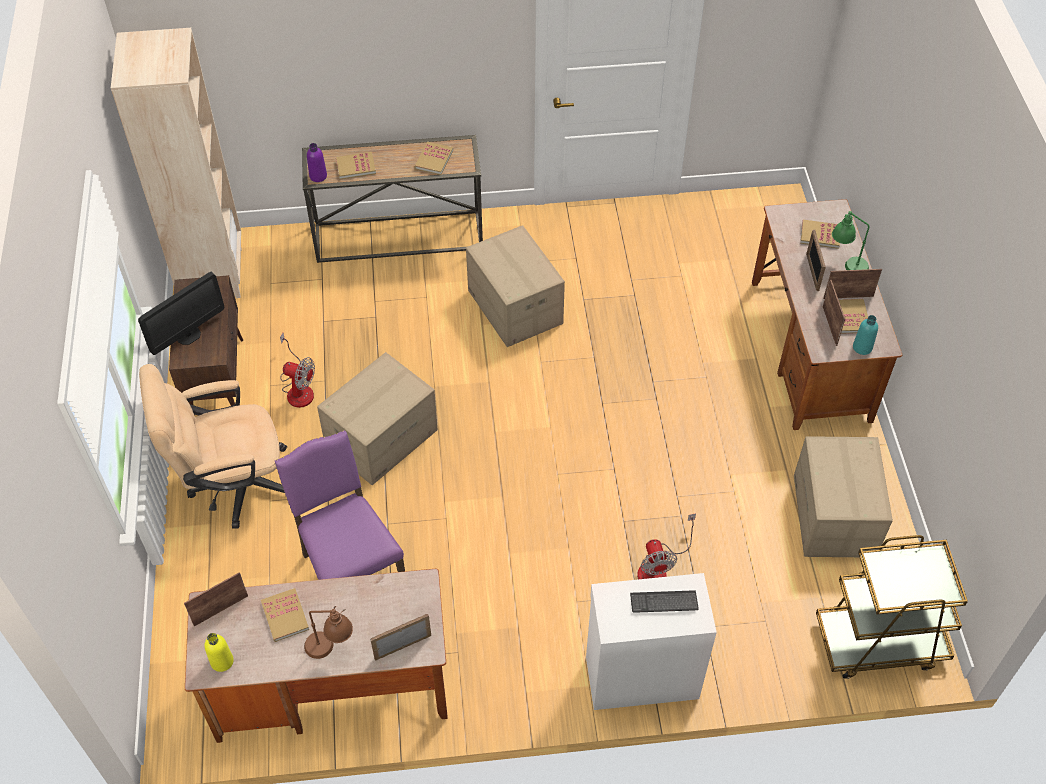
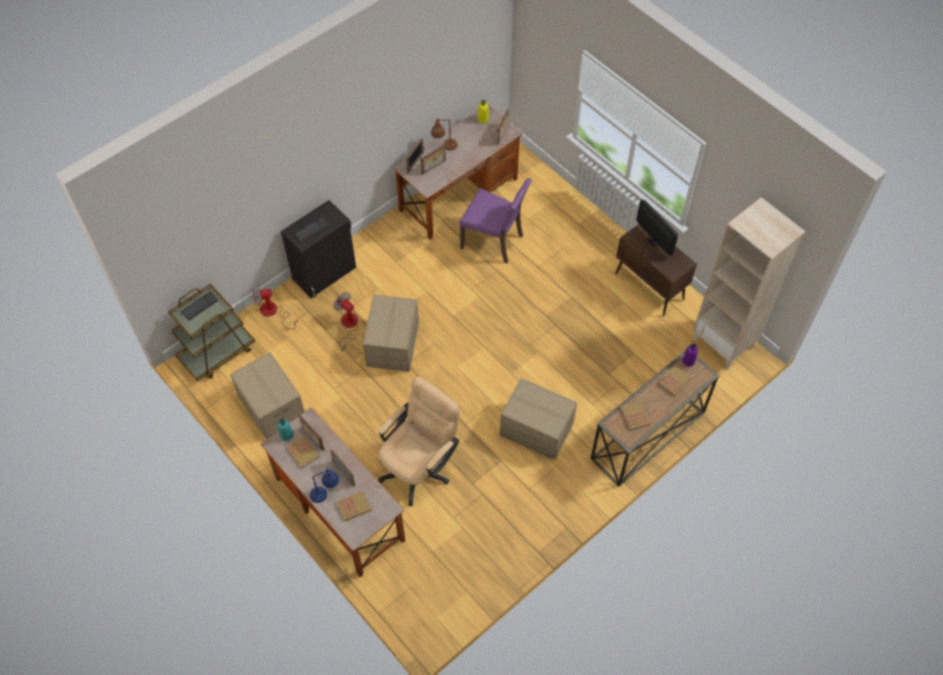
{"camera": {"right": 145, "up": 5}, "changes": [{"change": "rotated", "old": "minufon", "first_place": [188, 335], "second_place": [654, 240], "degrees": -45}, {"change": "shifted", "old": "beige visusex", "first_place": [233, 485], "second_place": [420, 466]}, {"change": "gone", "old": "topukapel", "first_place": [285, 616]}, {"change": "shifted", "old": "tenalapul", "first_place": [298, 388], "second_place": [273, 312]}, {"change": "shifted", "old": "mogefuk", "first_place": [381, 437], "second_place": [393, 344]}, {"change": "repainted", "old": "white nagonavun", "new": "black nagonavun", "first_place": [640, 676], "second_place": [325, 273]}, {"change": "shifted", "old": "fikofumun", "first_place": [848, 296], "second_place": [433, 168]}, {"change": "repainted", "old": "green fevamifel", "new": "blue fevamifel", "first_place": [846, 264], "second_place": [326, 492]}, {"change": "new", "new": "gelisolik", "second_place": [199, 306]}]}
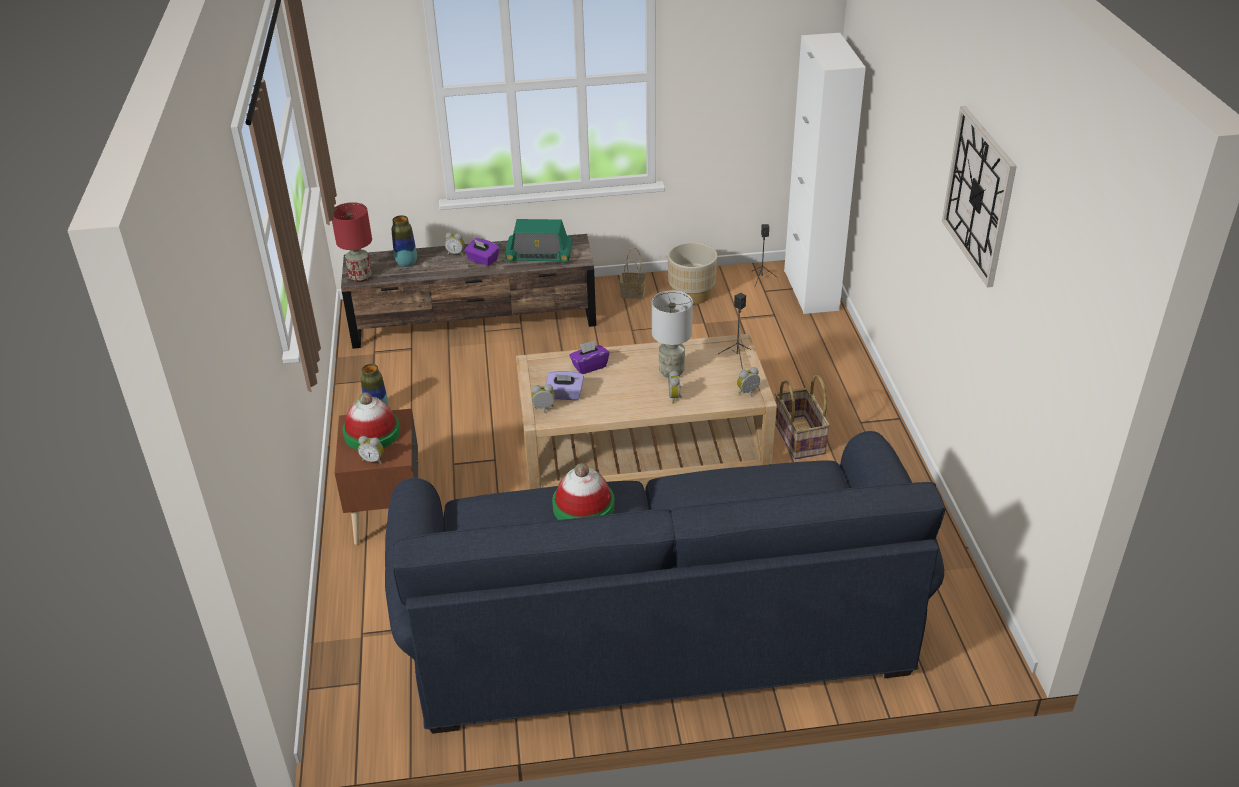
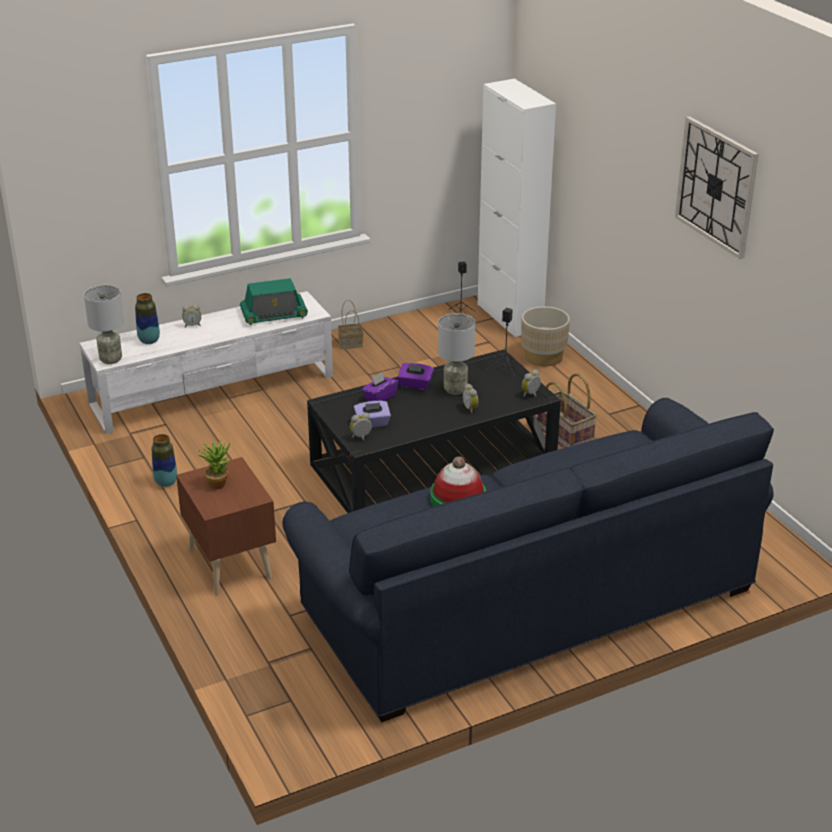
{"camera": {"right": -20, "up": -5}, "changes": [{"change": "repainted", "old": "red fevamifel", "new": "grey fevamifel", "first_place": [360, 277], "second_place": [110, 359]}, {"change": "repainted", "old": "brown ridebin", "new": "white ridebin", "first_place": [475, 320], "second_place": [214, 390]}, {"change": "swapped", "old": "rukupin", "new": "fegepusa", "first_place": [372, 433], "second_place": [218, 482]}, {"change": "gone", "old": "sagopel", "first_place": [373, 460]}, {"change": "shifted", "old": "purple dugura", "first_place": [482, 260], "second_place": [415, 385]}, {"change": "repainted", "old": "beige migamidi", "new": "black migamidi", "first_place": [643, 446], "second_place": [434, 465]}, {"change": "shifted", "old": "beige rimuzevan", "first_place": [691, 294], "second_place": [543, 357]}]}
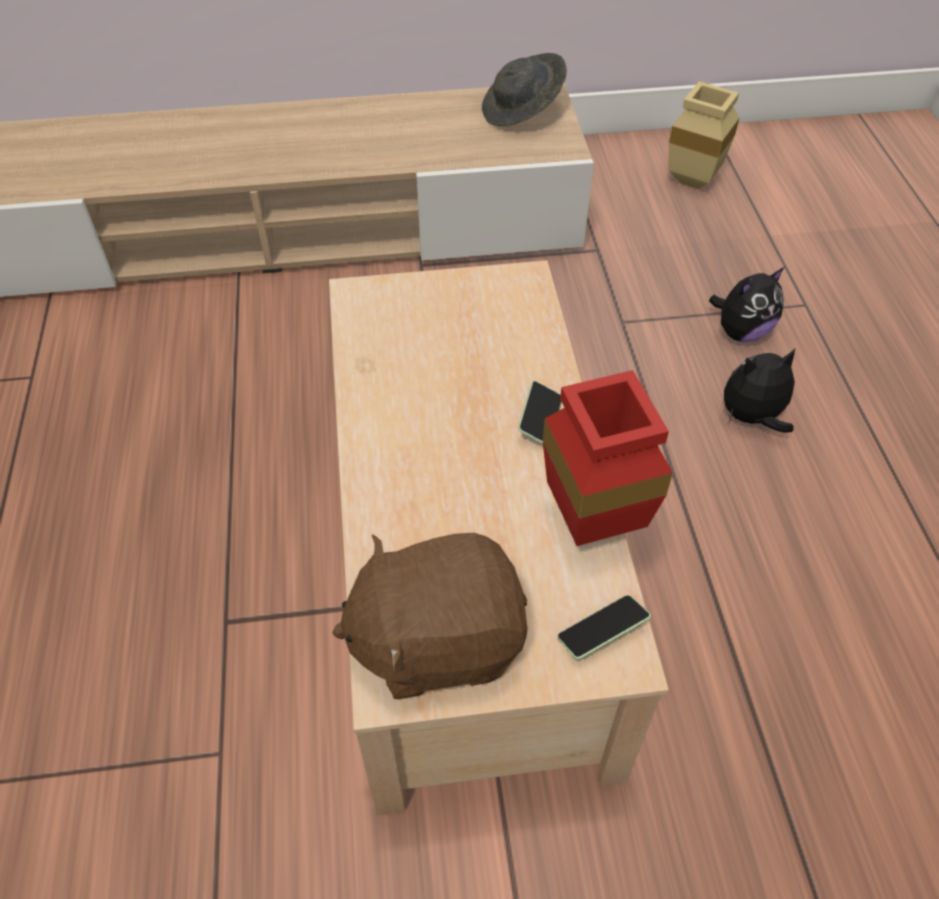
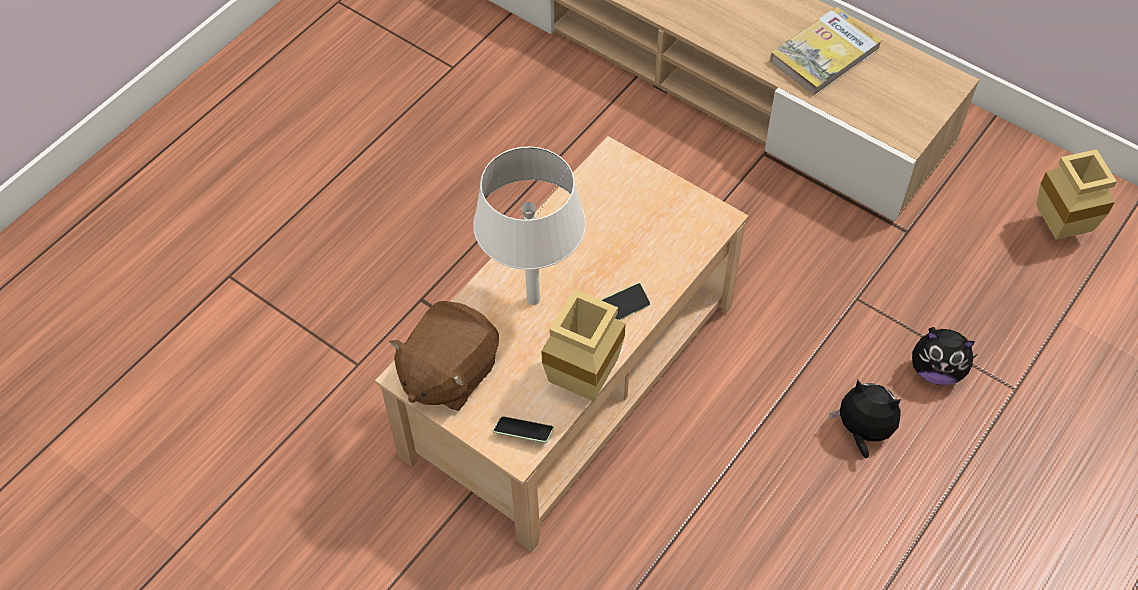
{"camera": {"right": 45, "up": 5}, "changes": [{"change": "rotated", "old": "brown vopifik", "first_place": [437, 640], "second_place": [448, 373], "degrees": -90}, {"change": "gone", "old": "grey rukupin", "first_place": [522, 111]}, {"change": "repainted", "old": "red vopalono", "new": "beige vopalono", "first_place": [598, 525], "second_place": [584, 385]}, {"change": "new", "new": "white fevamifel", "second_place": [533, 299]}, {"change": "new", "new": "topukapel", "second_place": [825, 55]}]}
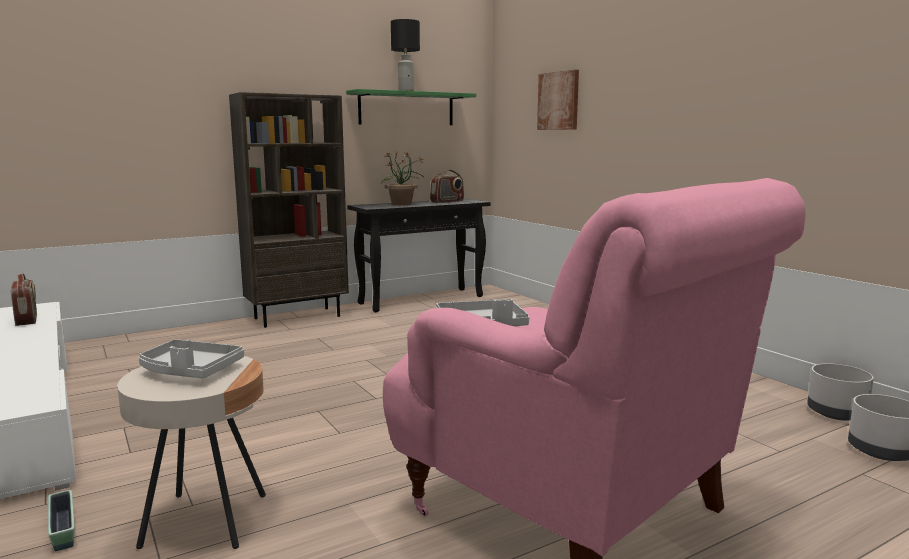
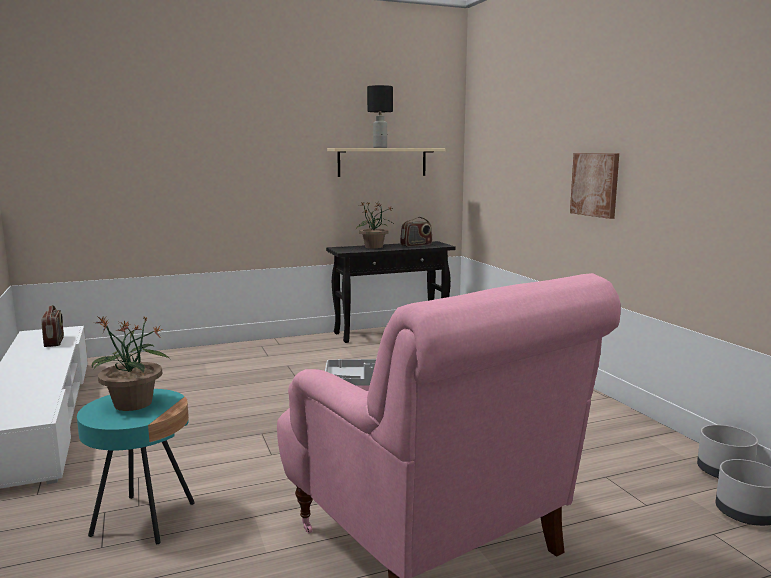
{"camera": {"right": 10, "up": 0}, "changes": [{"change": "gone", "old": "rimuzevan", "first_place": [63, 530]}, {"change": "repainted", "old": "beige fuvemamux", "new": "turquoise fuvemamux", "first_place": [205, 520], "second_place": [143, 519]}, {"change": "swapped", "old": "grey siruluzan", "new": "fegepusa", "first_place": [190, 371], "second_place": [133, 404]}, {"change": "gone", "old": "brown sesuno", "first_place": [297, 317]}, {"change": "repainted", "old": "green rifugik", "new": "beige rifugik", "first_place": [406, 108], "second_place": [382, 162]}, {"change": "shifted", "old": "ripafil", "first_place": [559, 101], "second_place": [595, 184]}]}
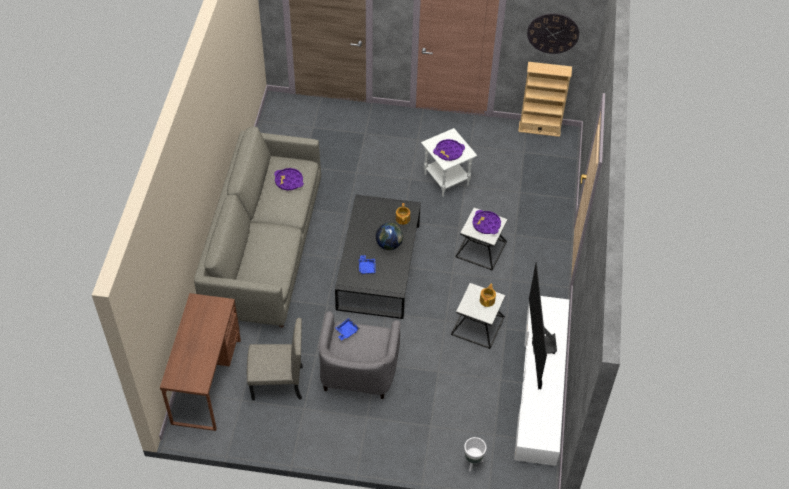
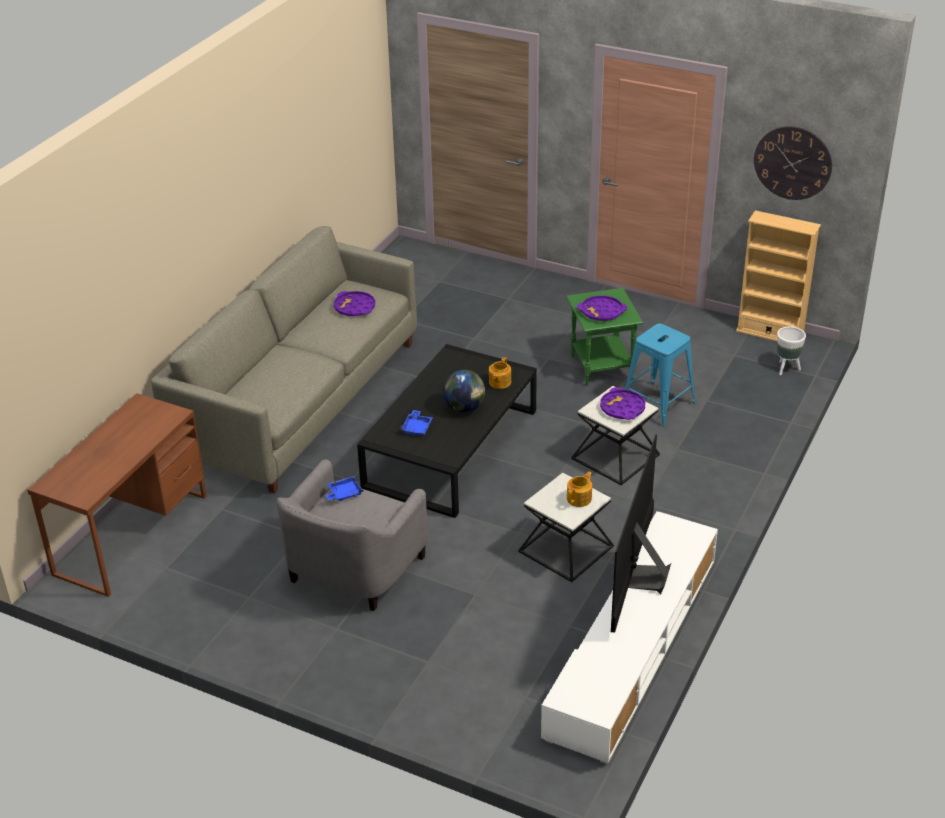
{"camera": {"right": 20, "up": -15}, "changes": [{"change": "gone", "old": "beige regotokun", "first_place": [277, 383]}, {"change": "repainted", "old": "white fuvemamux", "new": "green fuvemamux", "first_place": [446, 180], "second_place": [601, 368]}, {"change": "shifted", "old": "white rimuzevan", "first_place": [472, 462], "second_place": [786, 369]}, {"change": "new", "new": "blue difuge", "second_place": [658, 404]}]}
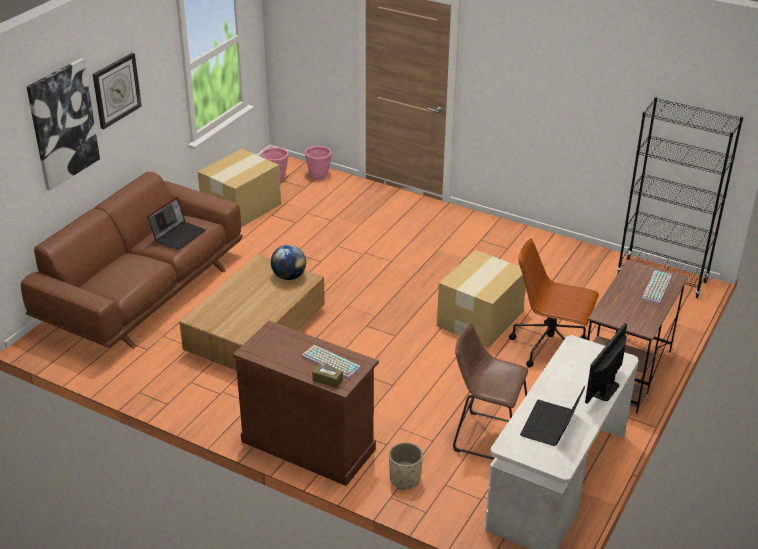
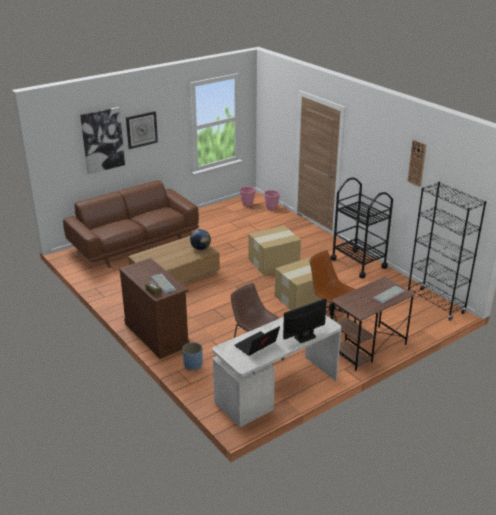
{"camera": {"right": 25, "up": -5}, "changes": [{"change": "gone", "old": "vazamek", "first_place": [178, 235]}, {"change": "shifted", "old": "mogefuk", "first_place": [242, 207], "second_place": [274, 263]}, {"change": "repainted", "old": "beige rimuzevan", "new": "blue rimuzevan", "first_place": [404, 479], "second_place": [193, 364]}, {"change": "new", "new": "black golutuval", "second_place": [358, 263]}, {"change": "new", "new": "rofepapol", "second_place": [417, 163]}]}
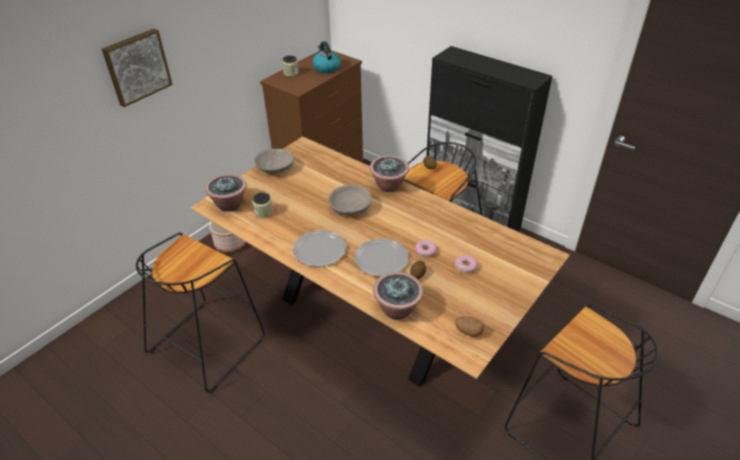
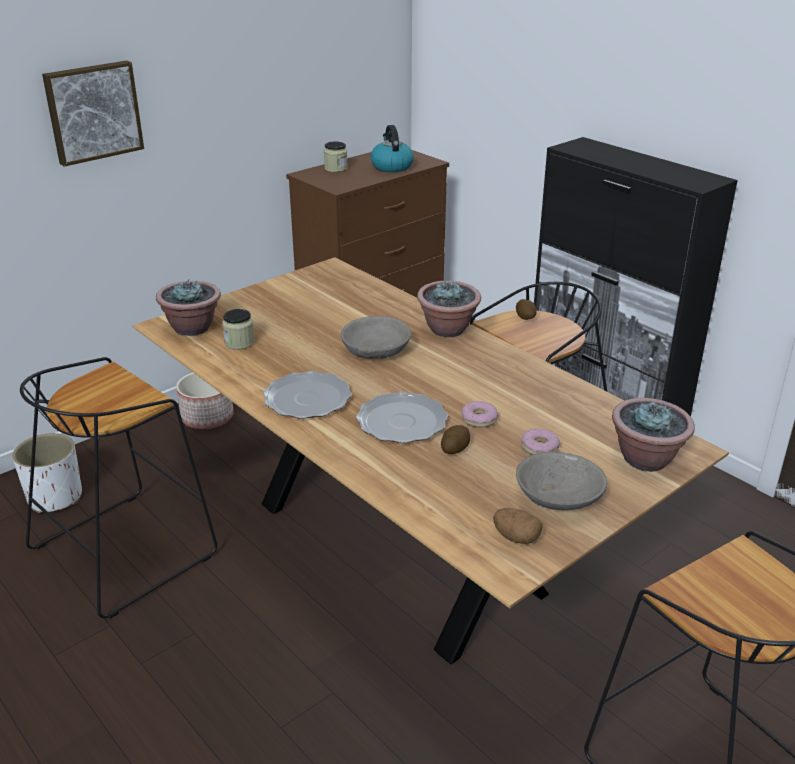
{"camera": {"right": 10, "up": -10}, "changes": [{"change": "shifted", "old": "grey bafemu", "first_place": [275, 168], "second_place": [558, 497]}, {"change": "shifted", "old": "fegepusa", "first_place": [397, 309], "second_place": [646, 459]}, {"change": "new", "new": "white rimuzevan", "second_place": [55, 497]}]}
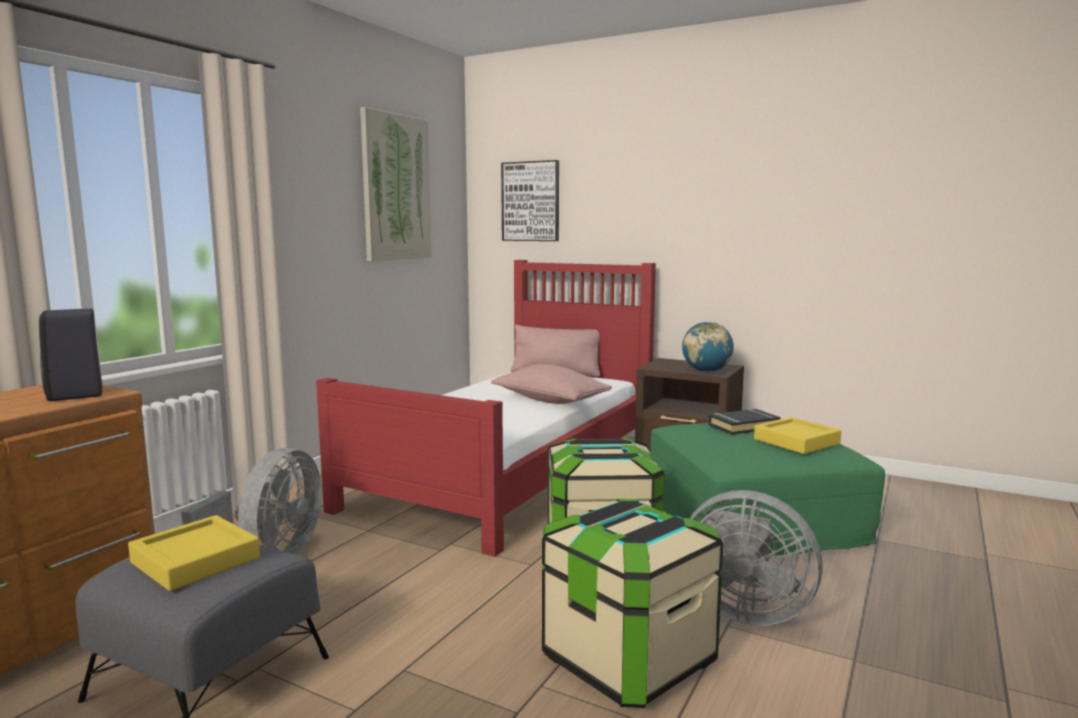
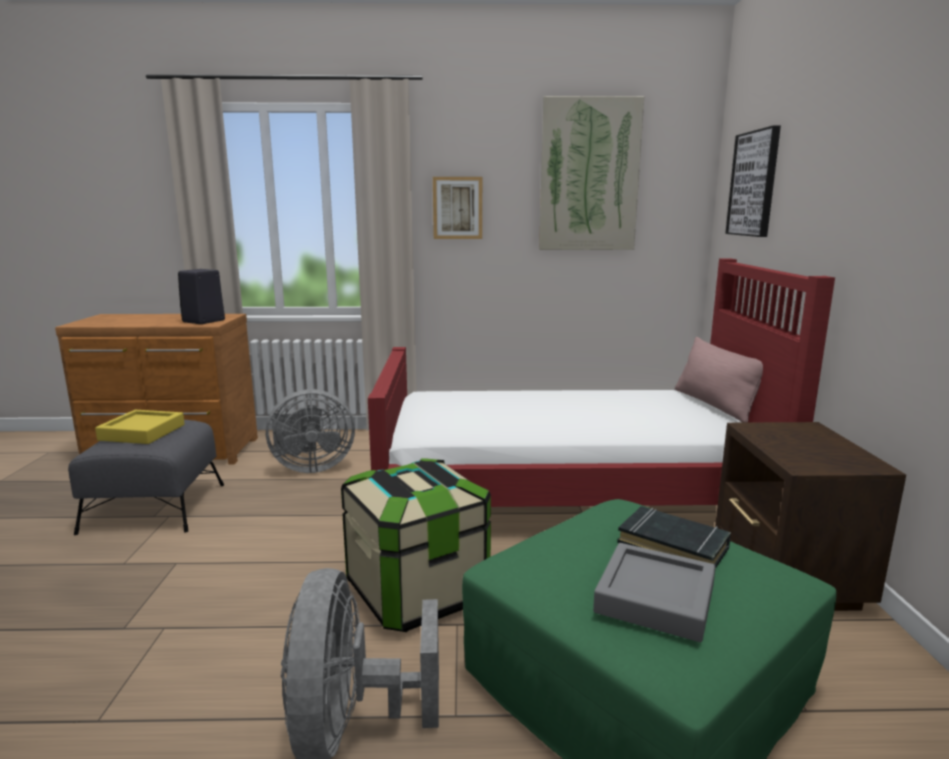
{"camera": {"right": 60, "up": 5}, "changes": [{"change": "gone", "old": "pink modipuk", "first_place": [550, 401]}, {"change": "gone", "old": "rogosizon", "first_place": [628, 660]}, {"change": "gone", "old": "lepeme", "first_place": [706, 371]}, {"change": "repainted", "old": "yellow siruluzan", "new": "grey siruluzan", "first_place": [796, 441], "second_place": [655, 598]}, {"change": "new", "new": "ripafil", "second_place": [457, 208]}]}
